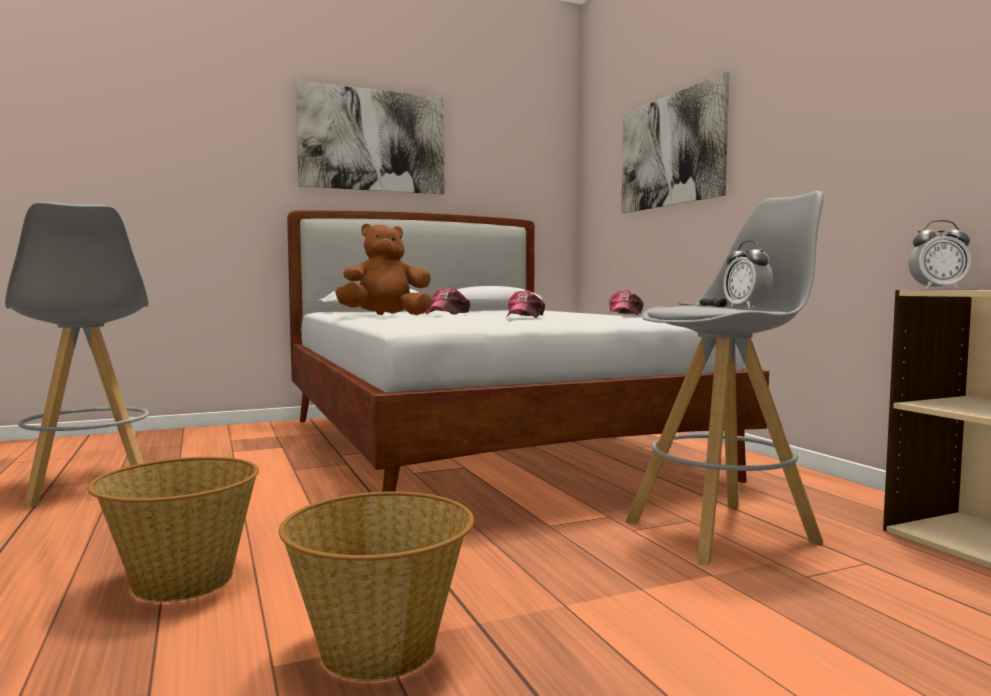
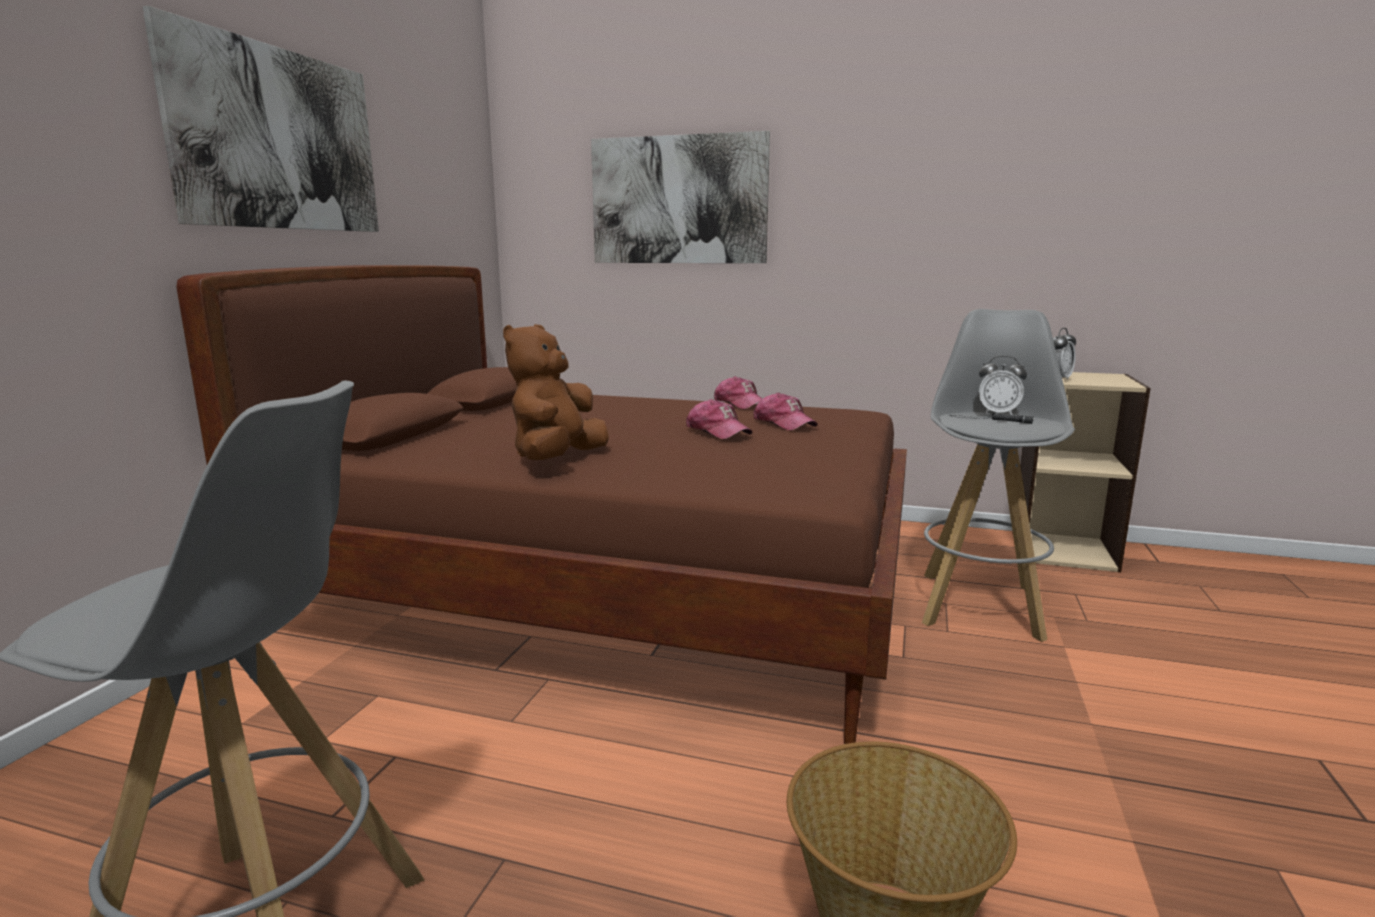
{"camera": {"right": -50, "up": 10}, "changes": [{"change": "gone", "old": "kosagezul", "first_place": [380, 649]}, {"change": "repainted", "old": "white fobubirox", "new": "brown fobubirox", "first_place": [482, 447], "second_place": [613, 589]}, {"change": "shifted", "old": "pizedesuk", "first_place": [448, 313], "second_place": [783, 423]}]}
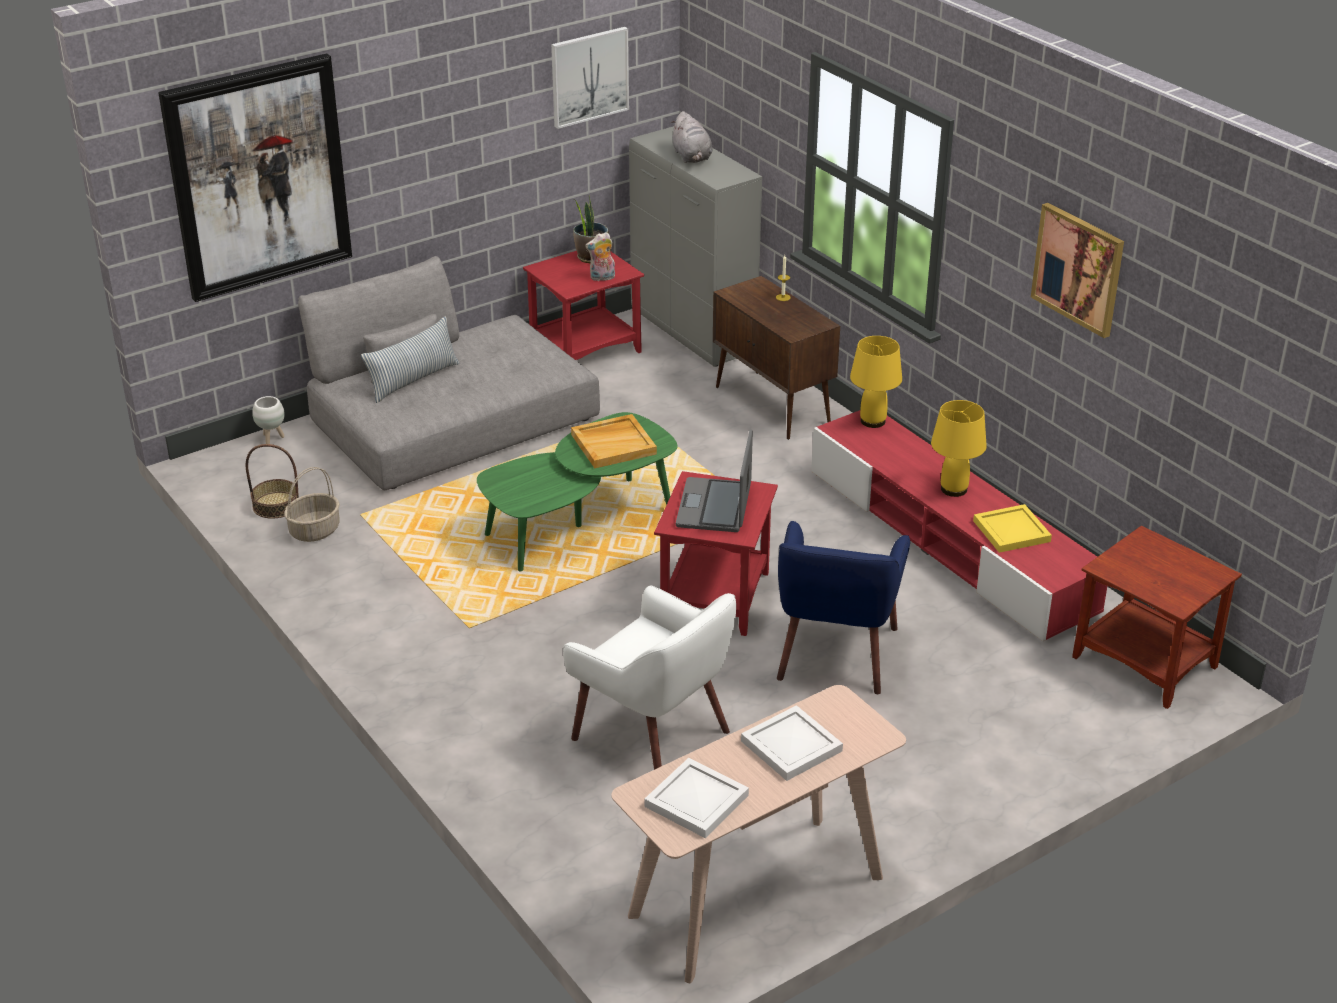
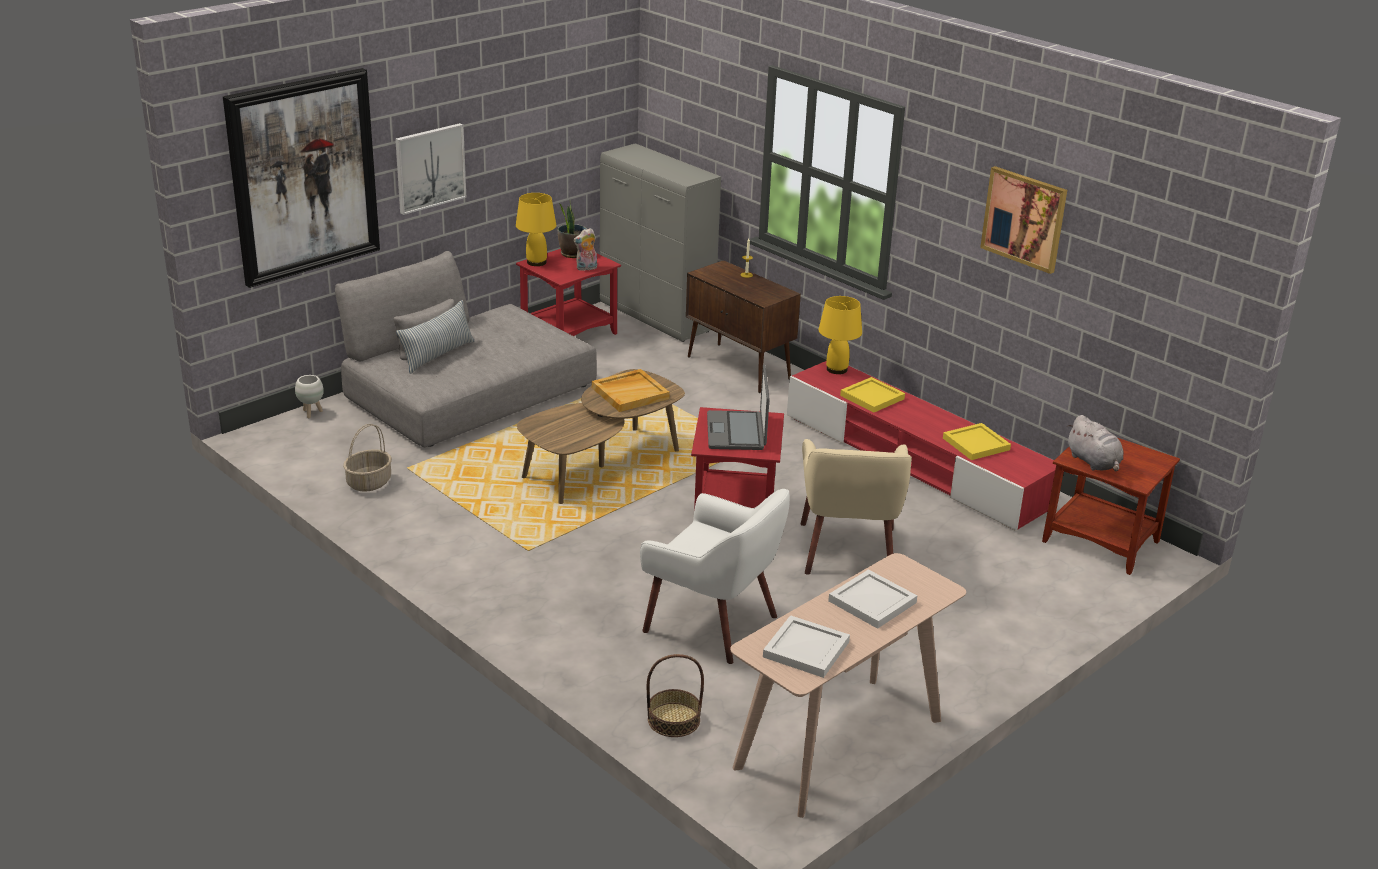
{"camera": {"right": -10, "up": -5}, "changes": [{"change": "shifted", "old": "kosagezul", "first_place": [276, 505], "second_place": [673, 720]}, {"change": "repainted", "old": "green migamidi", "new": "brown migamidi", "first_place": [579, 524], "second_place": [602, 465]}, {"change": "shifted", "old": "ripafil", "first_place": [589, 76], "second_place": [430, 168]}, {"change": "shifted", "old": "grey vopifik", "first_place": [692, 157], "second_place": [1094, 462]}, {"change": "repainted", "old": "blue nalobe", "new": "beige nalobe", "first_place": [835, 654], "second_place": [848, 551]}, {"change": "shifted", "old": "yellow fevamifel", "first_place": [954, 489], "second_place": [537, 262]}, {"change": "new", "new": "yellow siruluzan", "second_place": [872, 397]}]}
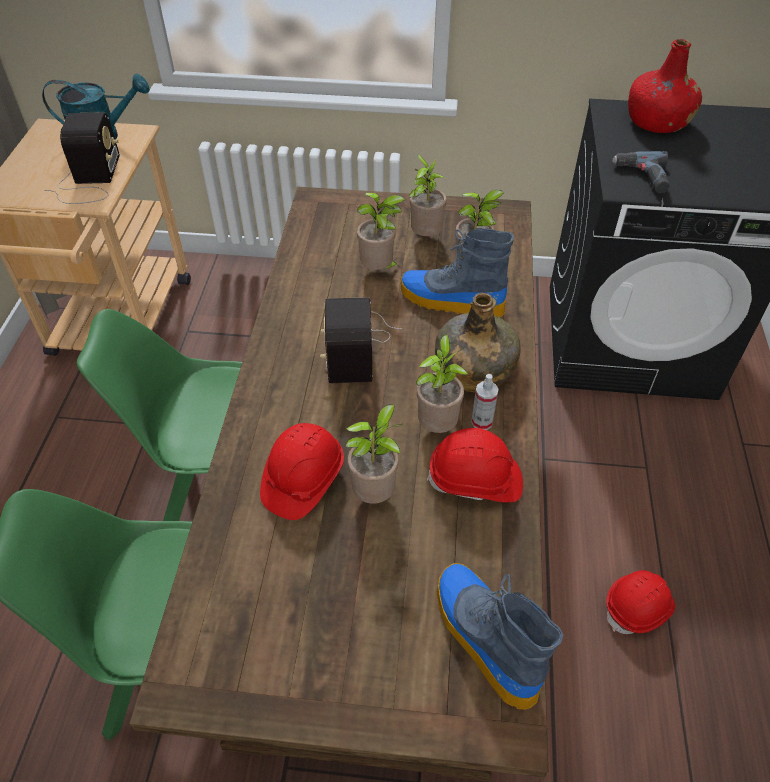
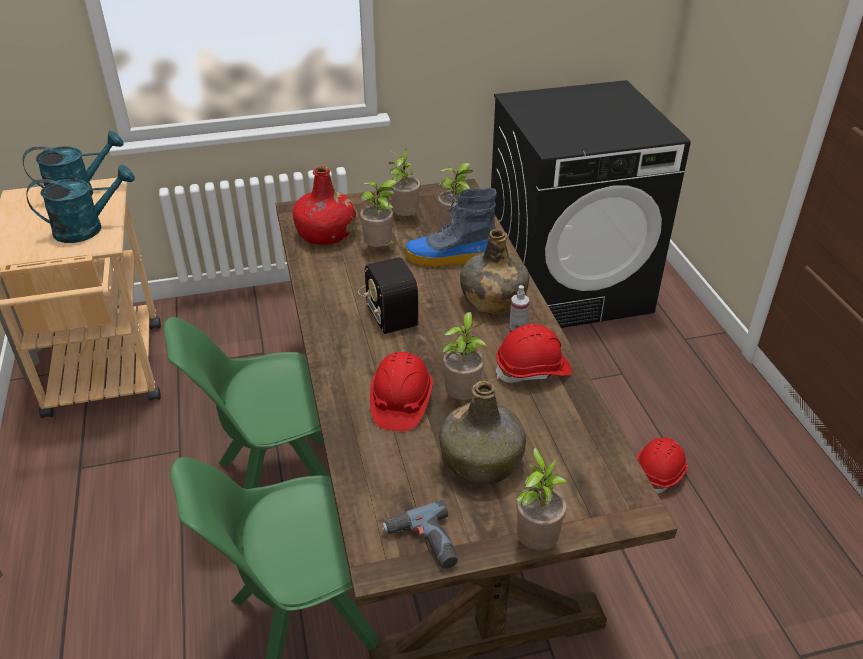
{"camera": {"right": -20, "up": -10}, "changes": [{"change": "swapped", "old": "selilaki", "new": "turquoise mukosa", "first_place": [89, 180], "second_place": [87, 228]}, {"change": "shifted", "old": "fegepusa", "first_place": [437, 425], "second_place": [535, 541]}, {"change": "gone", "old": "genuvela", "first_place": [483, 637]}, {"change": "shifted", "old": "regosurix", "first_place": [642, 177], "second_place": [423, 544]}, {"change": "shifted", "old": "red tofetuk", "first_place": [657, 122], "second_place": [326, 234]}, {"change": "new", "new": "green tofetuk", "second_place": [482, 460]}]}
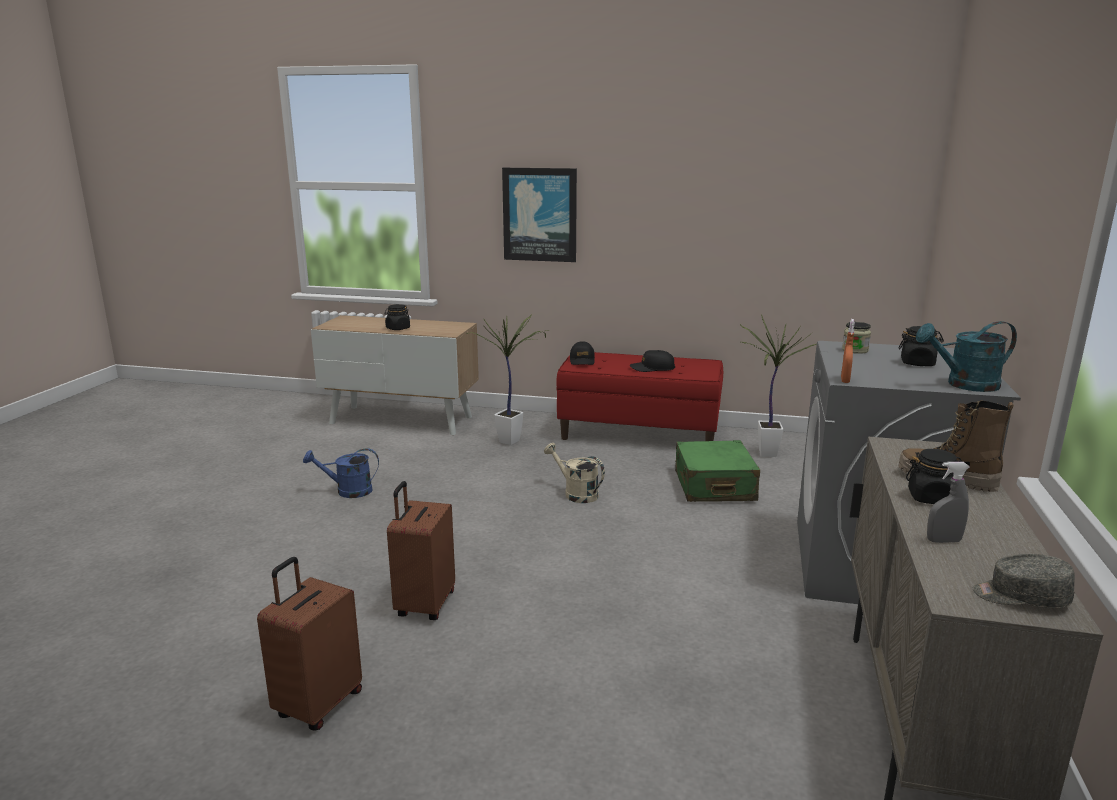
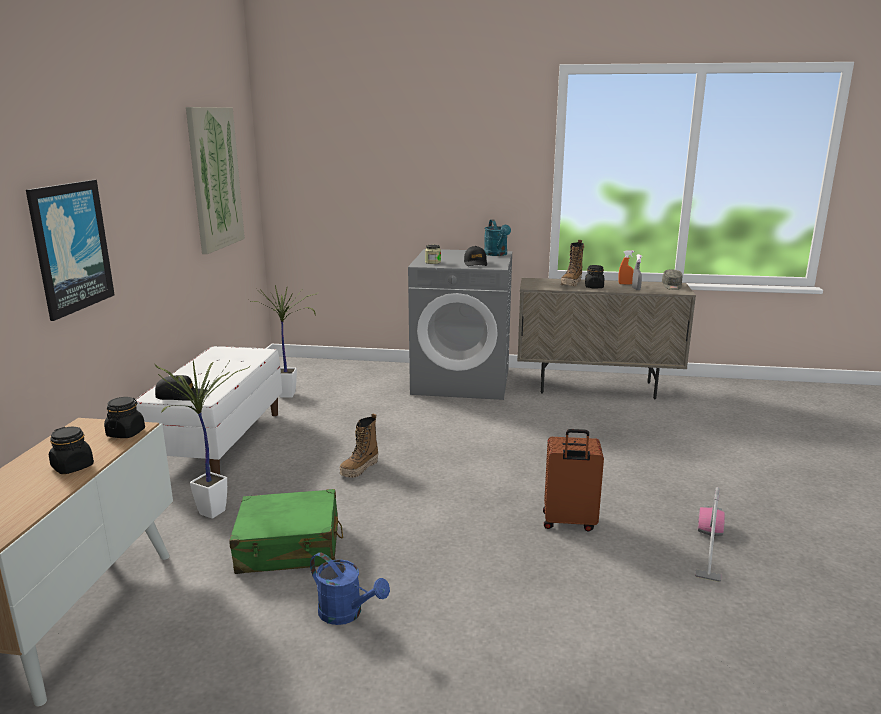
{"camera": {"right": -95, "up": 0}, "changes": [{"change": "swapped", "old": "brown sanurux", "new": "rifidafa", "first_place": [318, 704], "second_place": [709, 547]}, {"change": "rotated", "old": "blue mukosa", "first_place": [347, 491], "second_place": [347, 614], "degrees": -45}, {"change": "swapped", "old": "beige mukosa", "new": "genuvela", "first_place": [576, 493], "second_place": [359, 469]}, {"change": "repainted", "old": "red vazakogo", "new": "white vazakogo", "first_place": [639, 434], "second_place": [219, 442]}, {"change": "shifted", "old": "black pizedesuk", "first_place": [652, 368], "second_place": [475, 263]}, {"change": "shifted", "old": "green sanurux", "first_place": [714, 486], "second_place": [289, 547]}, {"change": "shifted", "old": "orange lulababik", "first_place": [845, 380], "second_place": [625, 284]}, {"change": "shifted", "old": "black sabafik", "first_place": [917, 363], "second_place": [126, 433]}, {"change": "new", "new": "ripafil", "second_place": [215, 178]}]}
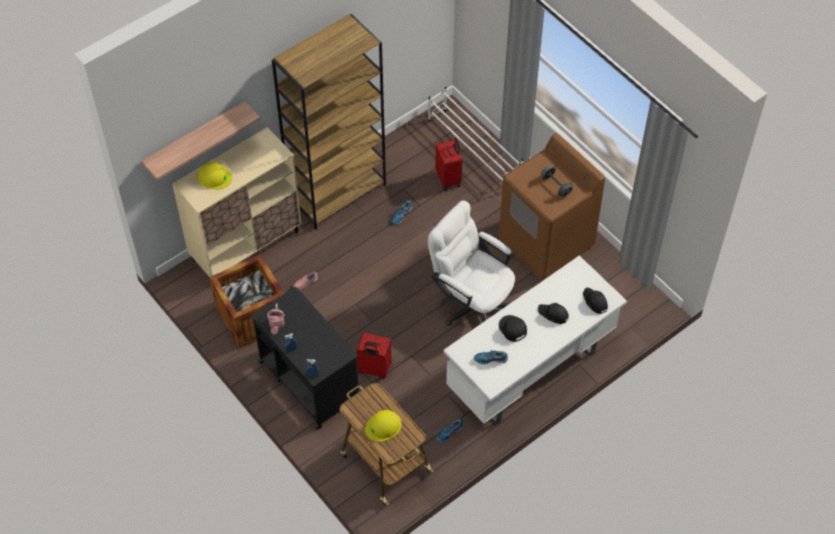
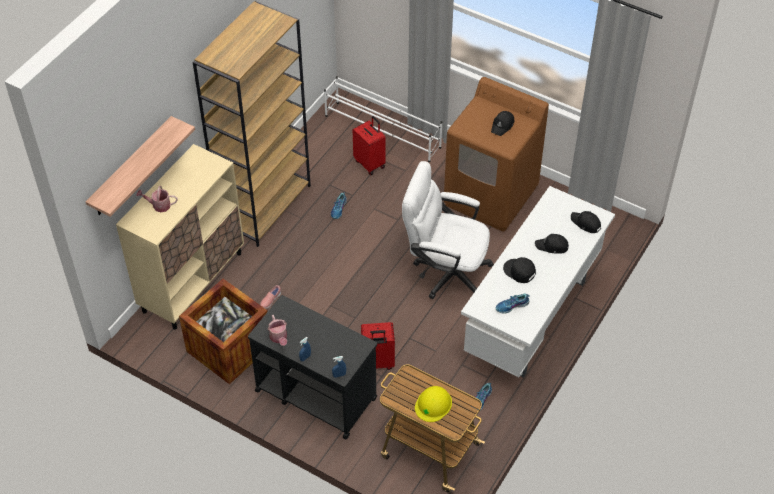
{"camera": {"right": -20, "up": -5}, "changes": [{"change": "swapped", "old": "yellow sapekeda", "new": "mukosa", "first_place": [214, 177], "second_place": [159, 205]}, {"change": "swapped", "old": "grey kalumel", "new": "black pizedesuk", "first_place": [556, 186], "second_place": [502, 125]}]}
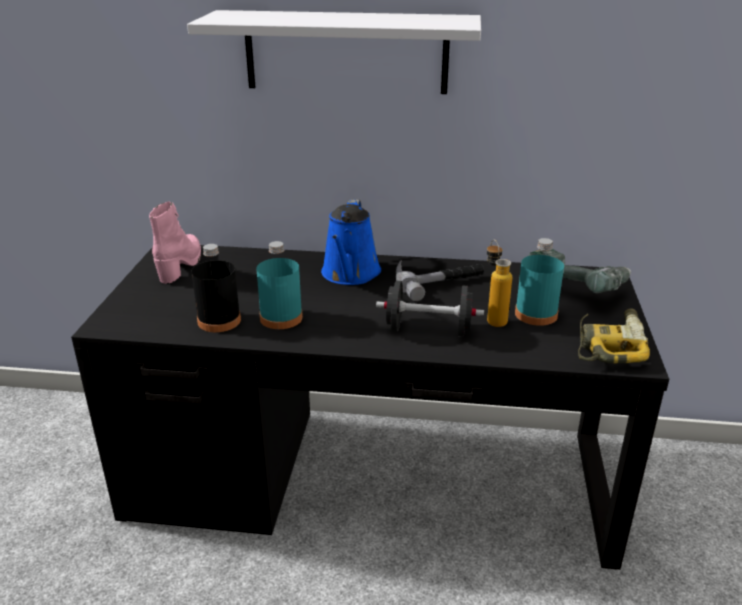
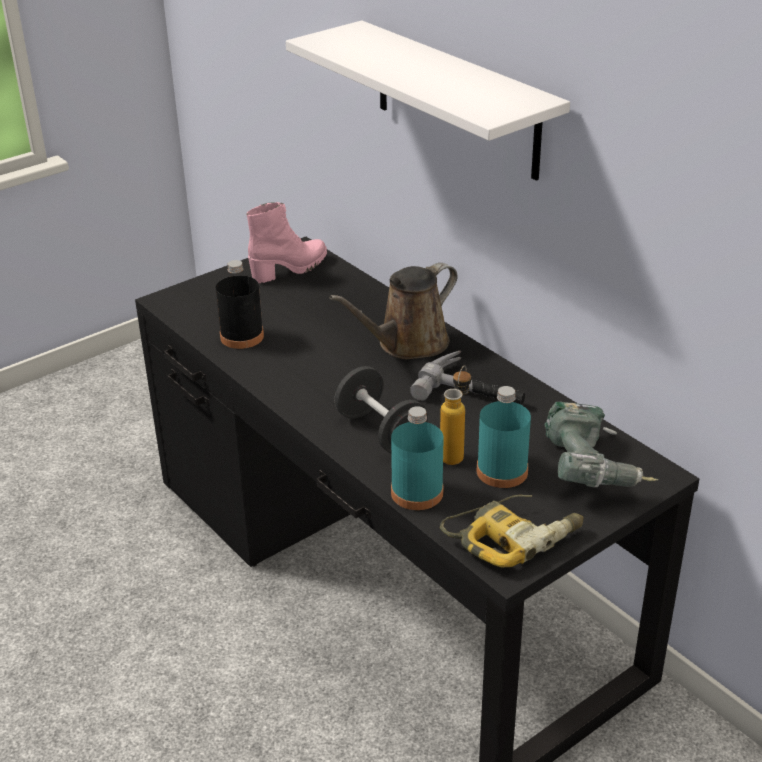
{"camera": {"right": 45, "up": 5}, "changes": [{"change": "shifted", "old": "turquoise tofetuk", "first_place": [281, 318], "second_place": [417, 493]}, {"change": "repainted", "old": "blue mukosa", "new": "brown mukosa", "first_place": [350, 274], "second_place": [407, 344]}]}
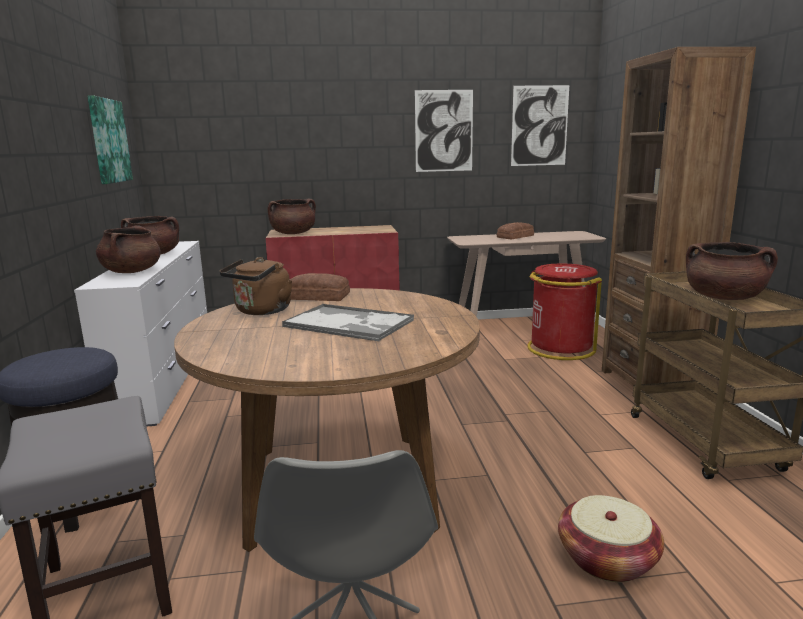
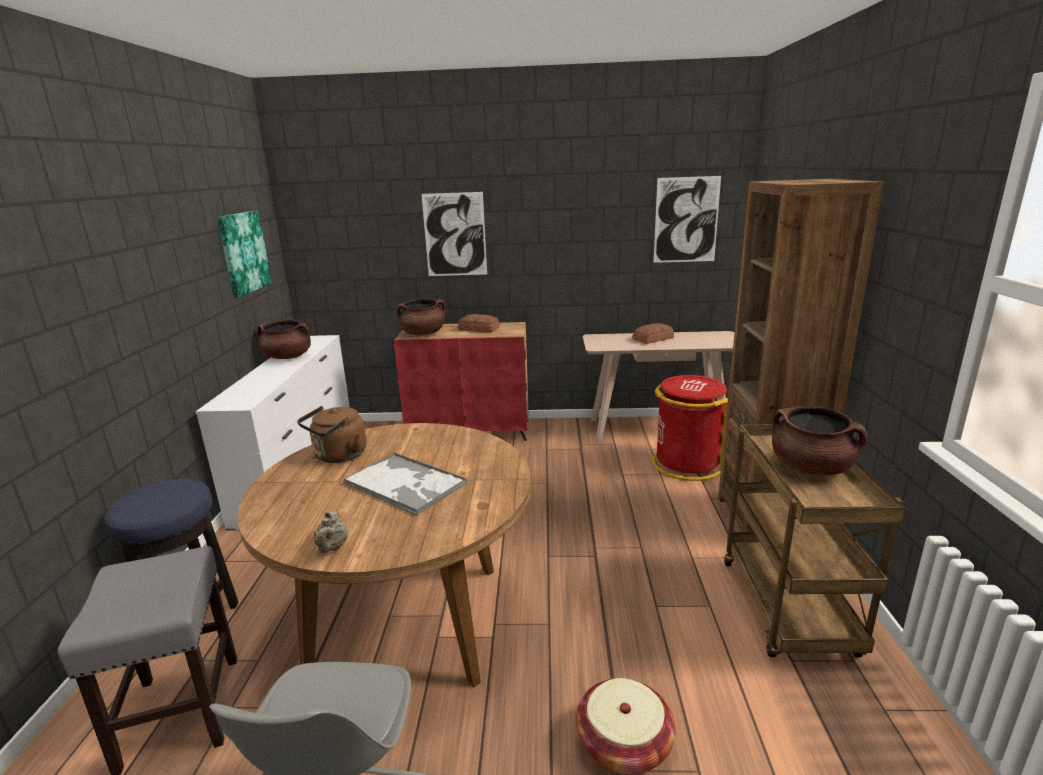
{"camera": {"right": 10, "up": 5}, "changes": [{"change": "gone", "old": "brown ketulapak", "first_place": [132, 272]}, {"change": "shifted", "old": "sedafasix", "first_place": [318, 297], "second_place": [479, 329]}, {"change": "shifted", "old": "ripafil", "first_place": [444, 131], "second_place": [455, 234]}, {"change": "new", "new": "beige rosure", "second_place": [332, 548]}]}
